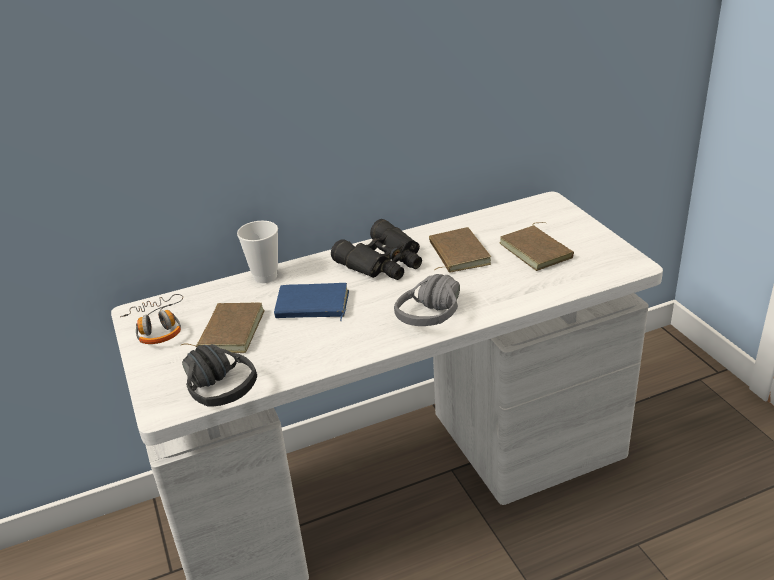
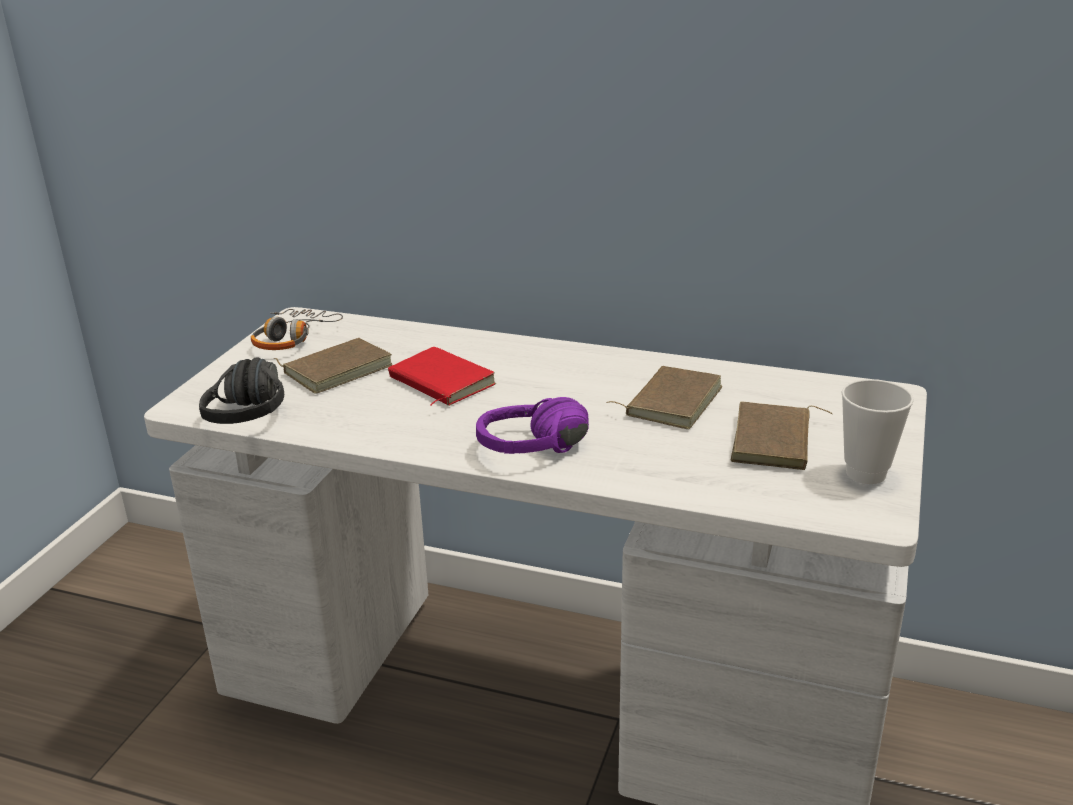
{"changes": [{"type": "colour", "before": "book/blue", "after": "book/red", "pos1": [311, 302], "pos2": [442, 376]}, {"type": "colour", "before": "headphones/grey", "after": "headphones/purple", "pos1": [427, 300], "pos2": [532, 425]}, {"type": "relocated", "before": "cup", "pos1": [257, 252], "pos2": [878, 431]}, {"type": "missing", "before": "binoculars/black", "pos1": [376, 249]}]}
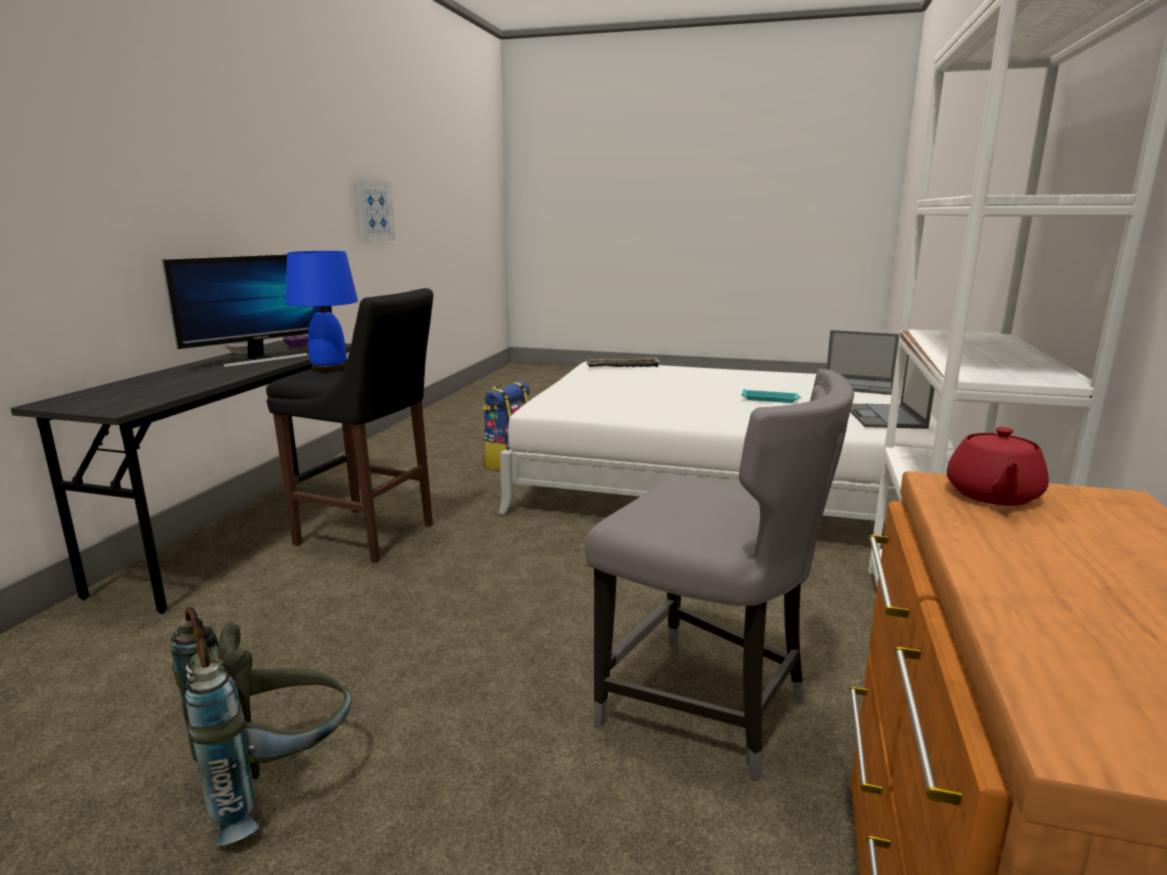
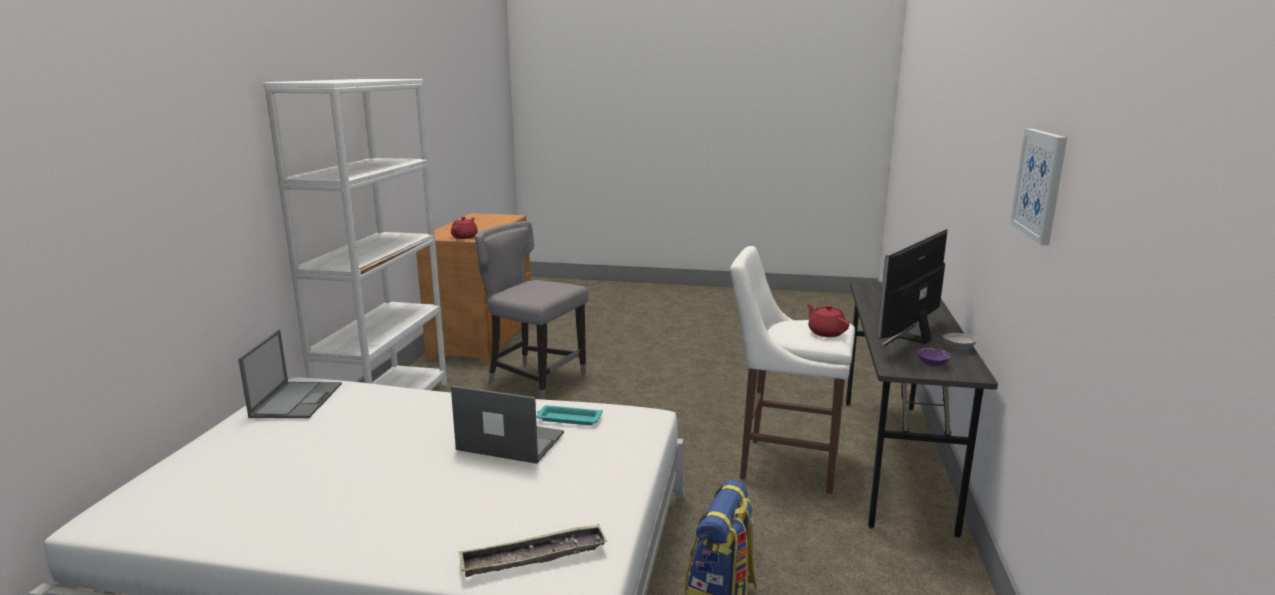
{"changes": [{"type": "relocated", "before": "laptop", "pos1": [862, 362], "pos2": [507, 425]}, {"type": "relocated", "before": "tray/turquoise", "pos1": [771, 396], "pos2": [569, 415]}, {"type": "colour", "before": "stool/black", "after": "stool/white", "pos1": [349, 425], "pos2": [792, 370]}, {"type": "exchanged", "before": "table lamp/blue", "after": "teapot/red", "pos1": [321, 311], "pos2": [828, 320]}, {"type": "relocated", "before": "picture", "pos1": [375, 211], "pos2": [1038, 187]}, {"type": "missing", "before": "backpack/grey", "pos1": [261, 726]}]}
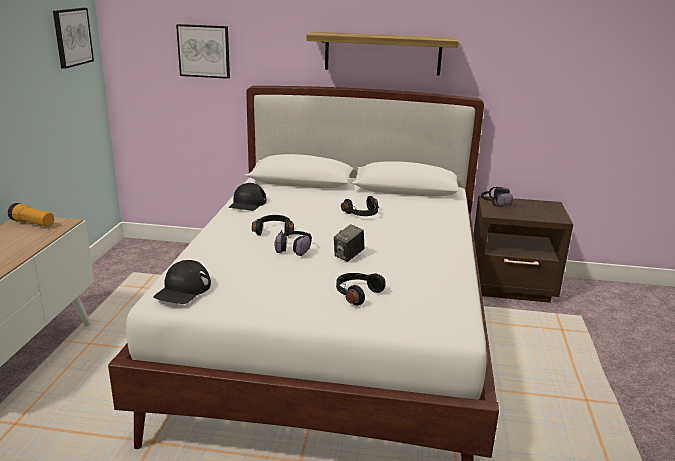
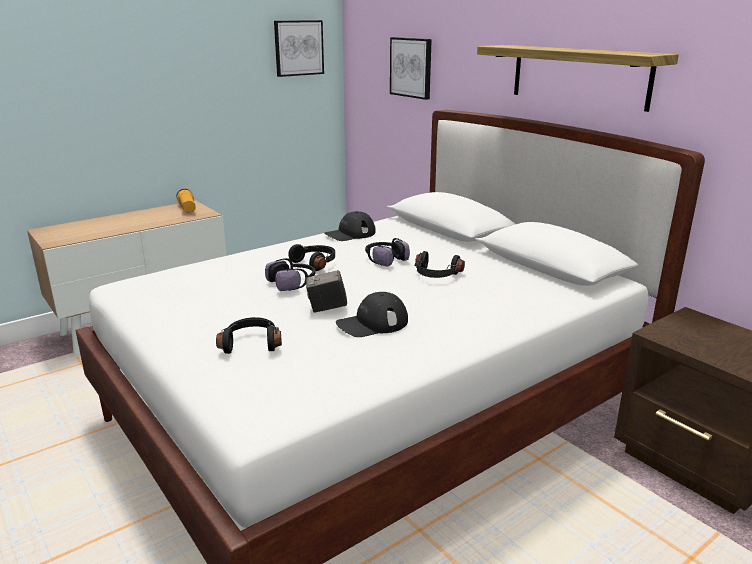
{"changes": [{"type": "relocated", "before": "cap/black", "pos1": [182, 282], "pos2": [372, 314]}, {"type": "relocated", "before": "headphones", "pos1": [497, 197], "pos2": [387, 252]}]}
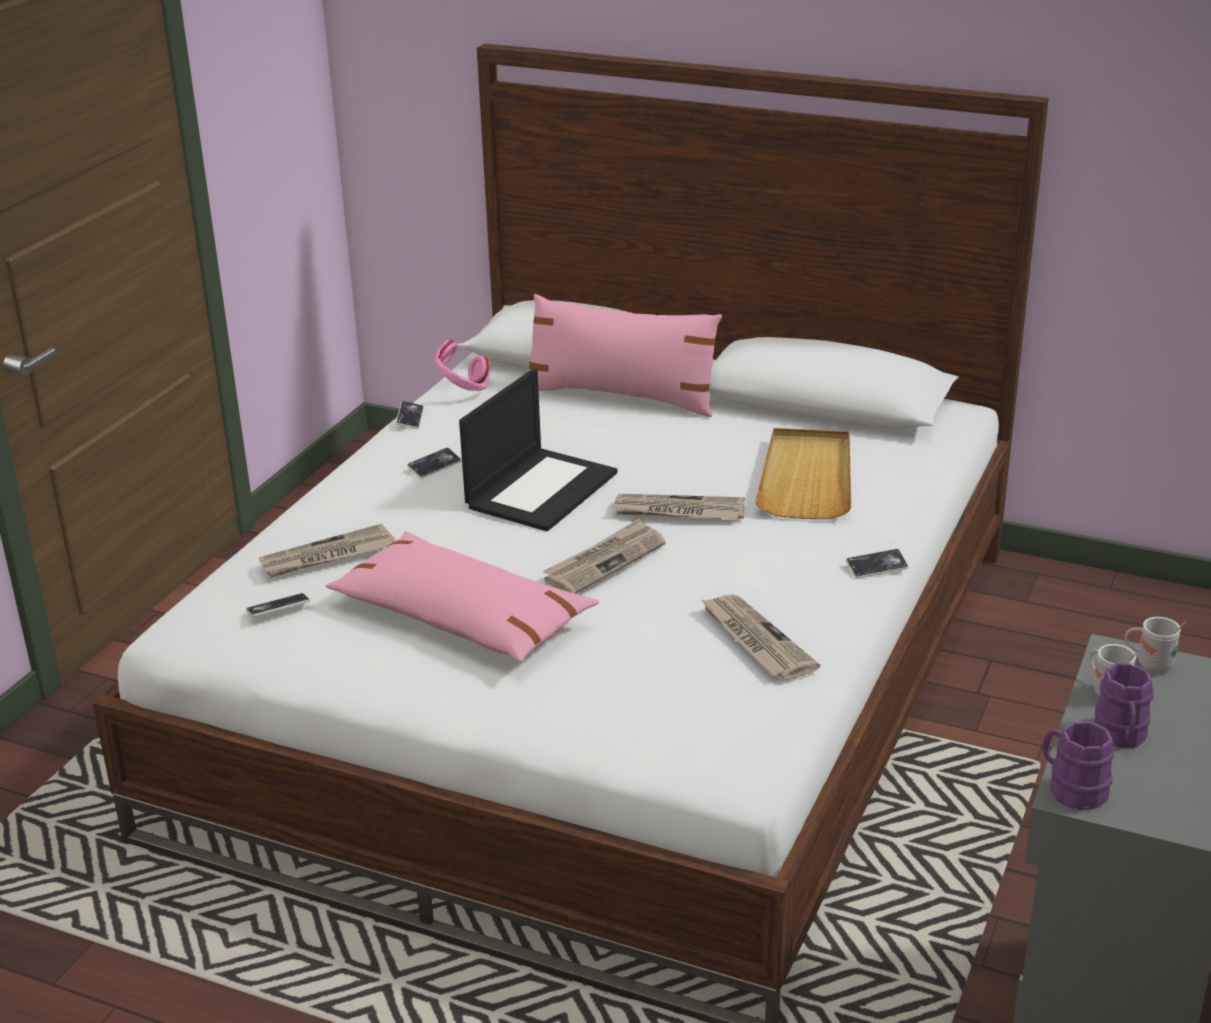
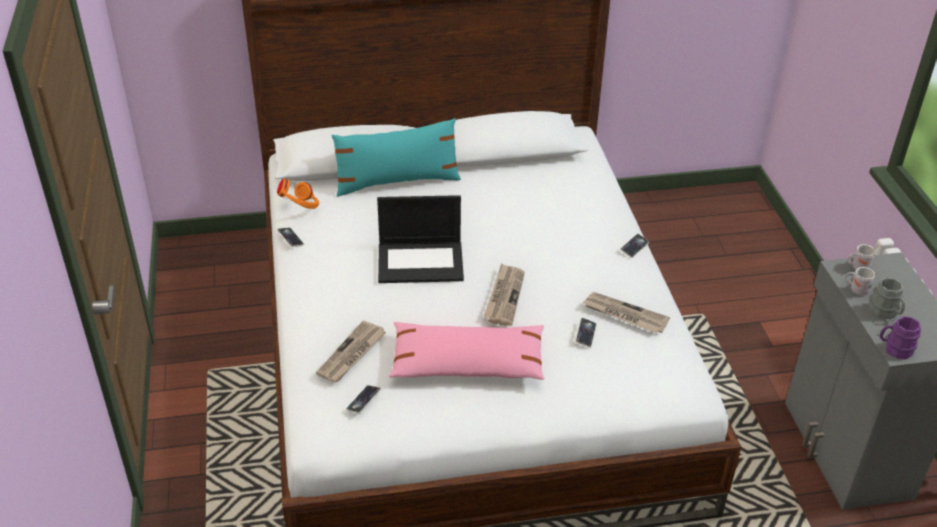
{"changes": [{"type": "colour", "before": "headphones/pink", "after": "headphones/orange", "pos1": [462, 365], "pos2": [298, 193]}, {"type": "colour", "before": "pillow/pink", "after": "pillow/turquoise", "pos1": [625, 355], "pos2": [396, 157]}, {"type": "spun", "before": "laptop", "pos1": [538, 450], "pos2": [420, 239], "turn": 90}, {"type": "relocated", "before": "phone", "pos1": [434, 463], "pos2": [586, 333]}, {"type": "colour", "before": "mug/purple", "after": "mug/grey", "pos1": [1124, 705], "pos2": [887, 298]}, {"type": "missing", "before": "newspaper", "pos1": [679, 506]}, {"type": "missing", "before": "tray/beige", "pos1": [803, 473]}]}
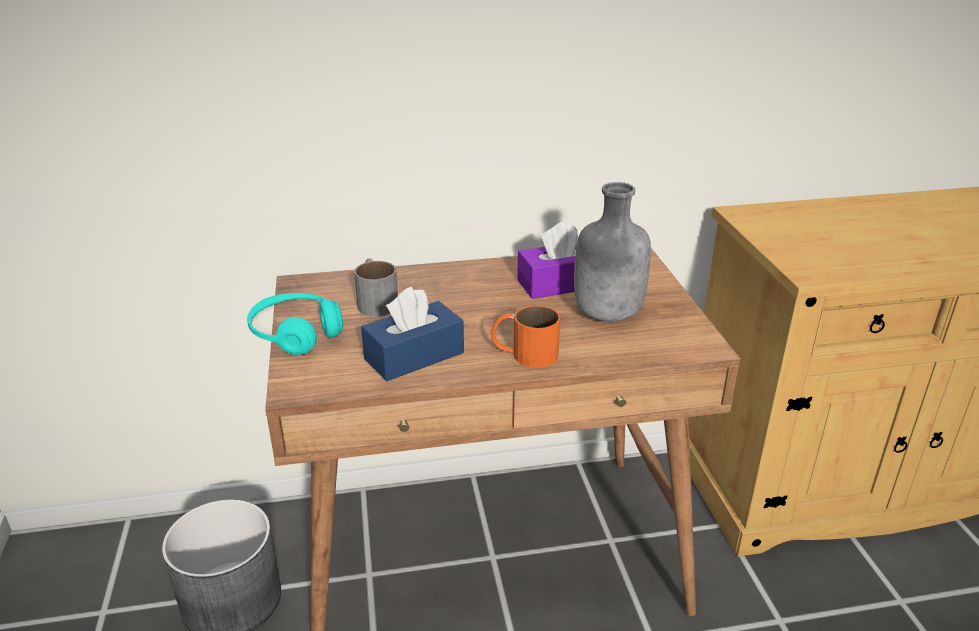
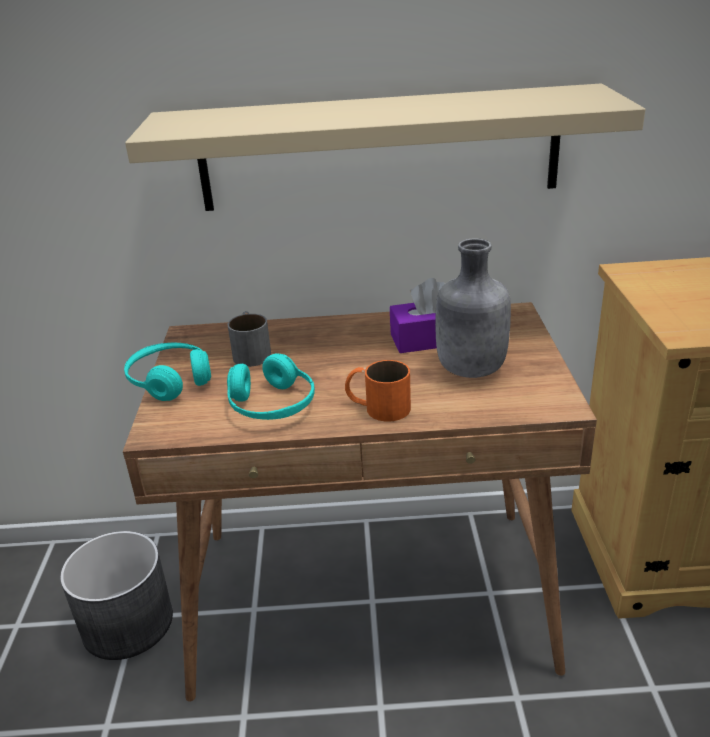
{"changes": [{"type": "appeared", "after": "shelf/beige", "pos2": [385, 147]}, {"type": "exchanged", "before": "tissue box/blue", "after": "headphones/turquoise", "pos1": [412, 334], "pos2": [271, 386]}]}
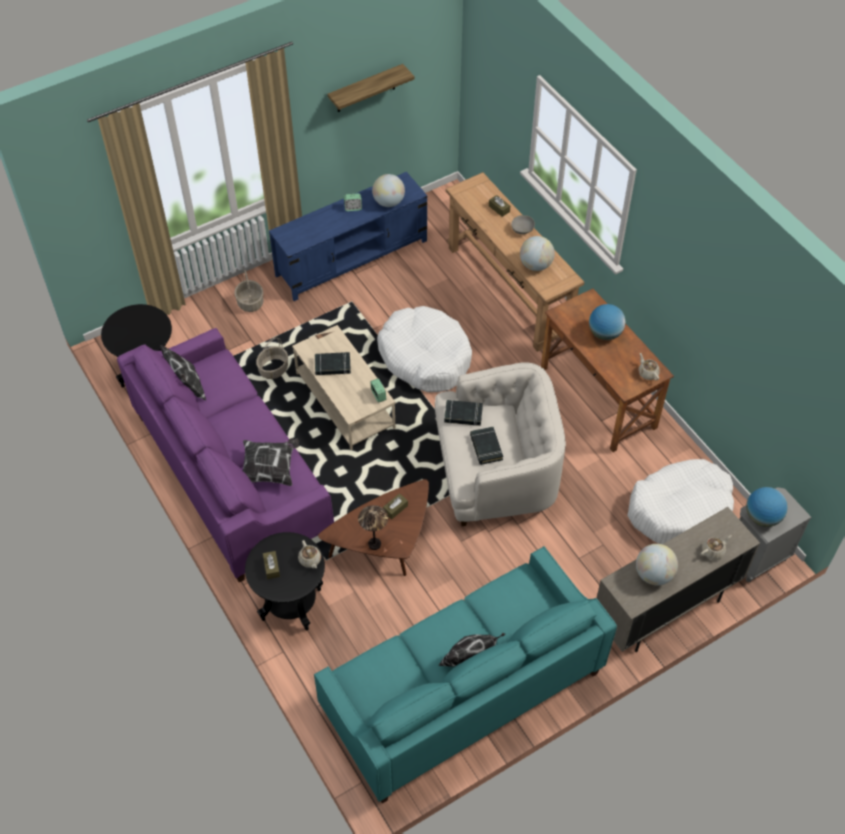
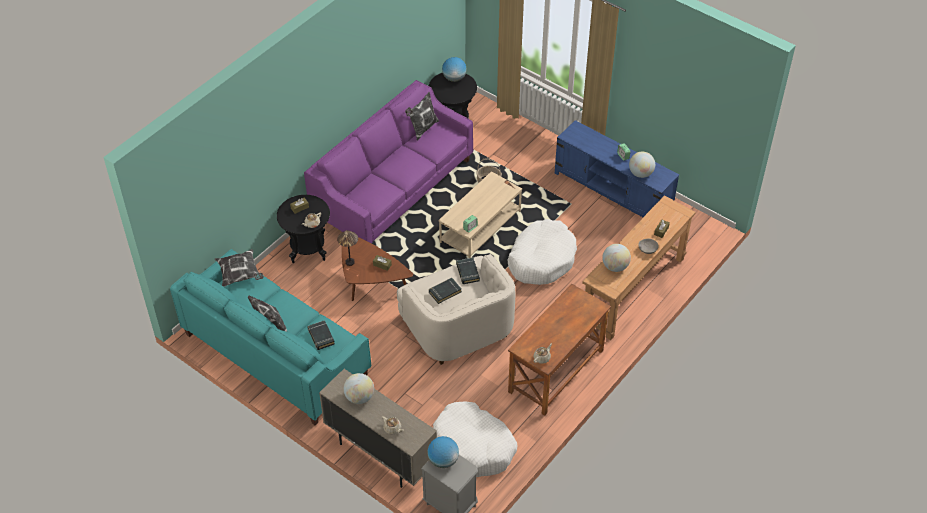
{"changes": [{"type": "relocated", "before": "pillow", "pos1": [271, 462], "pos2": [239, 268]}, {"type": "relocated", "before": "book/black", "pos1": [333, 363], "pos2": [321, 335]}, {"type": "relocated", "before": "globe", "pos1": [607, 322], "pos2": [454, 69]}, {"type": "missing", "before": "basket", "pos1": [249, 291]}, {"type": "missing", "before": "shelf", "pos1": [371, 88]}]}
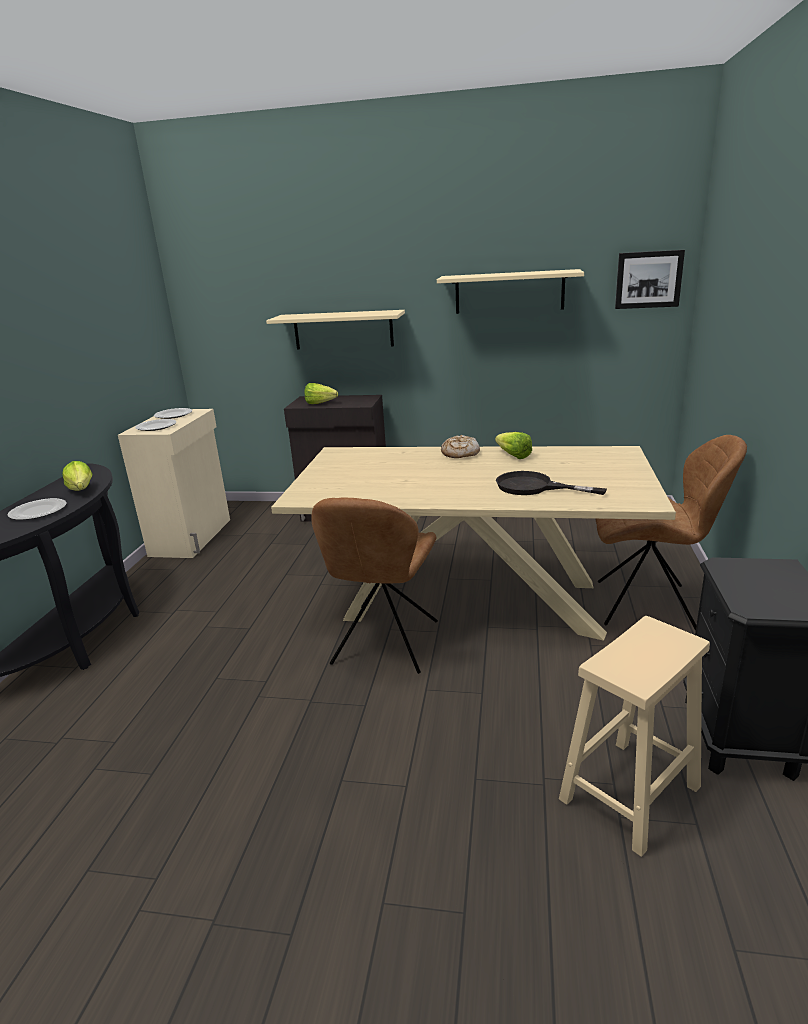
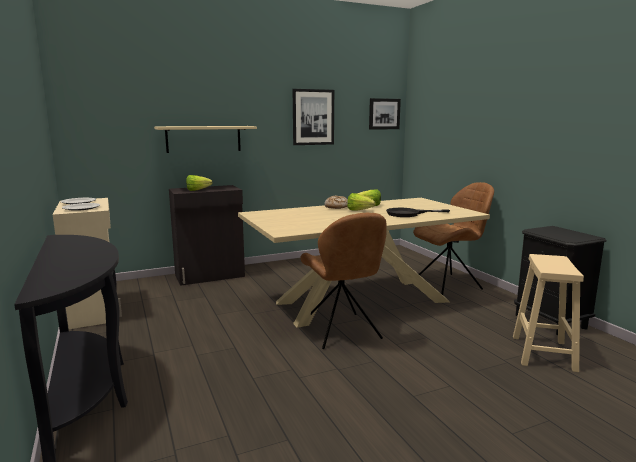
{"changes": [{"type": "exchanged", "before": "shelf/beige", "after": "picture", "pos1": [510, 291], "pos2": [313, 117]}, {"type": "relocated", "before": "lettuce", "pos1": [77, 476], "pos2": [361, 202]}, {"type": "missing", "before": "plate", "pos1": [37, 509]}]}
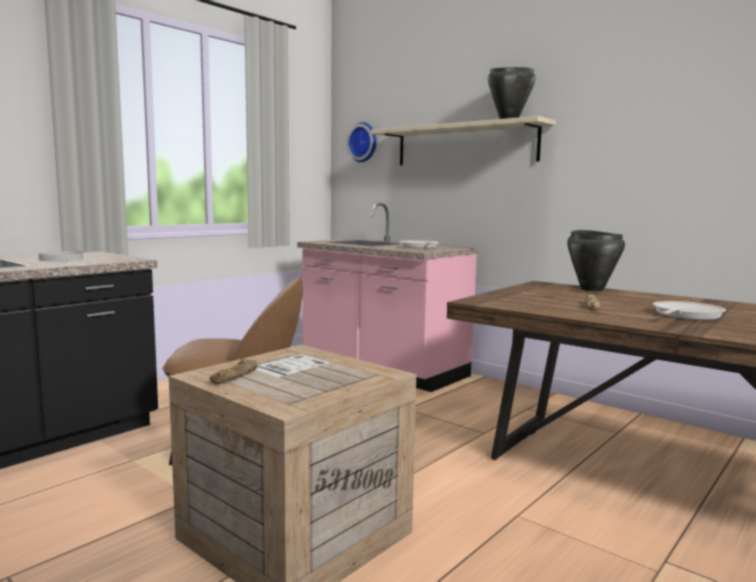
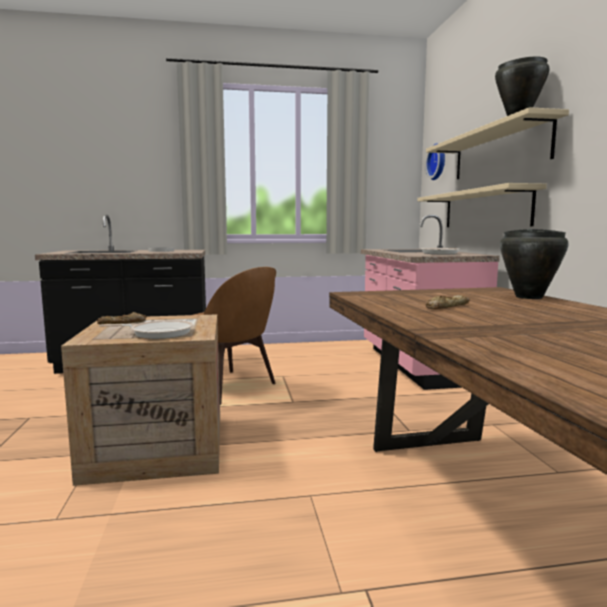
{"changes": [{"type": "relocated", "before": "frying pan", "pos1": [689, 310], "pos2": [146, 329]}, {"type": "appeared", "after": "shelf/beige", "pos2": [482, 205]}]}
